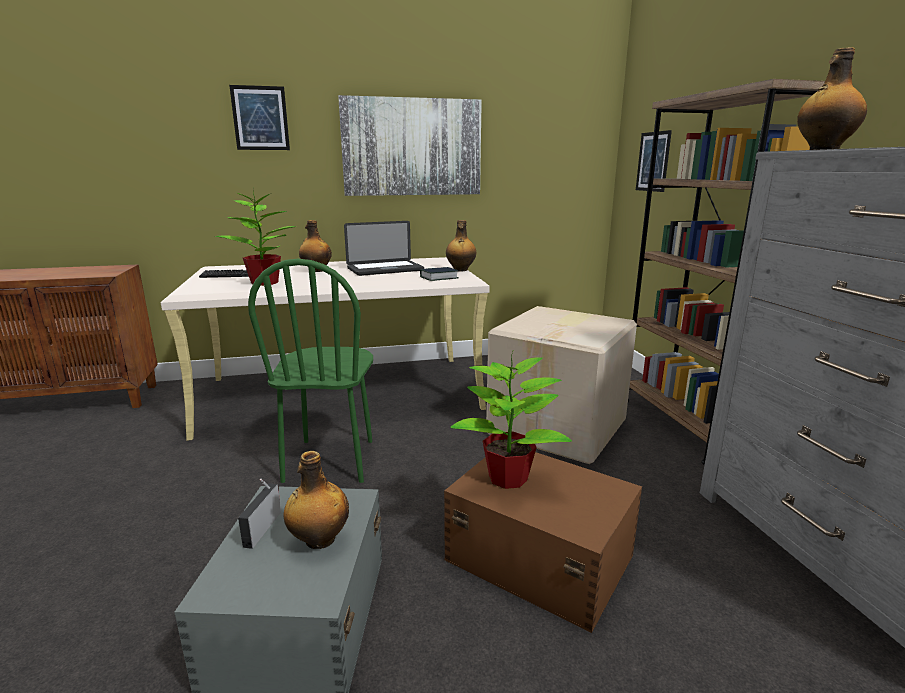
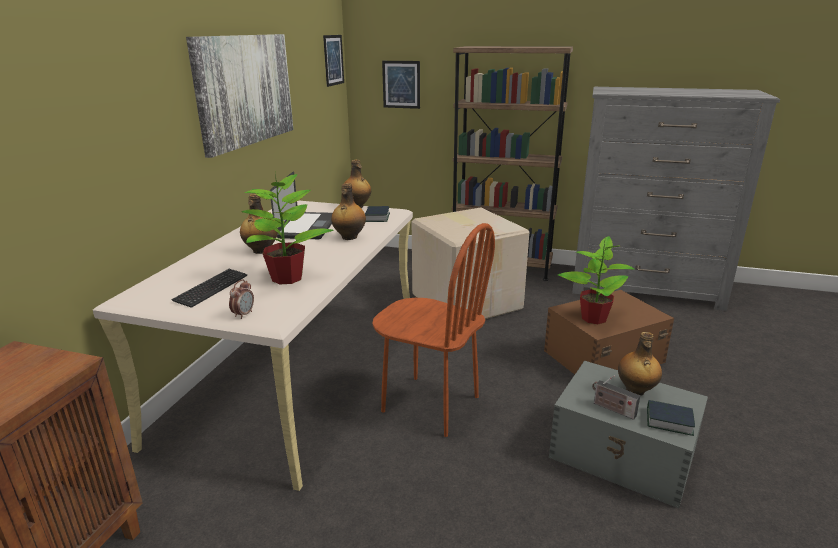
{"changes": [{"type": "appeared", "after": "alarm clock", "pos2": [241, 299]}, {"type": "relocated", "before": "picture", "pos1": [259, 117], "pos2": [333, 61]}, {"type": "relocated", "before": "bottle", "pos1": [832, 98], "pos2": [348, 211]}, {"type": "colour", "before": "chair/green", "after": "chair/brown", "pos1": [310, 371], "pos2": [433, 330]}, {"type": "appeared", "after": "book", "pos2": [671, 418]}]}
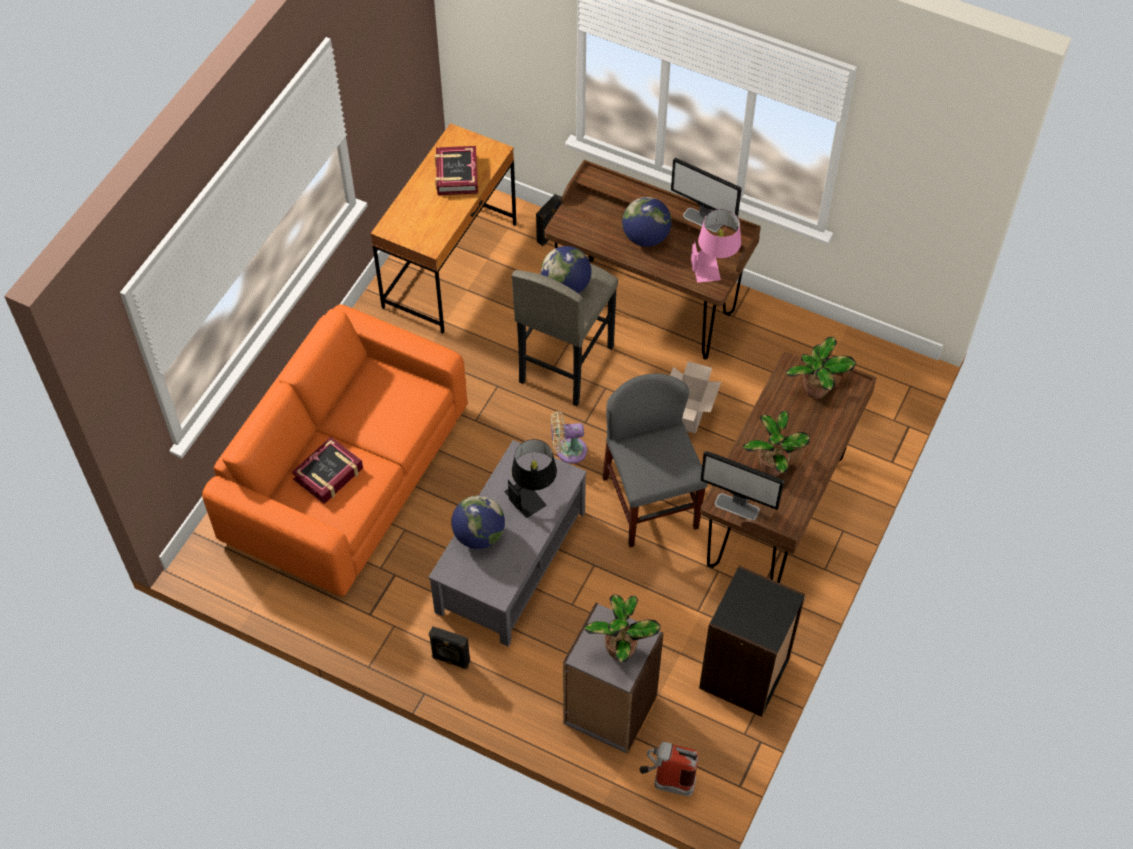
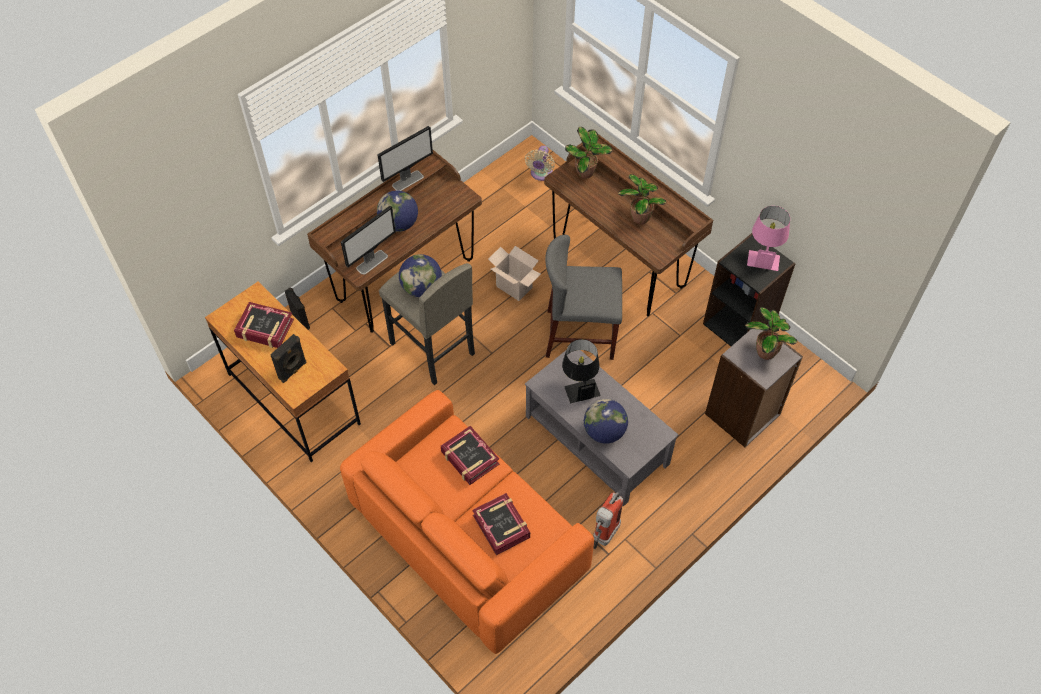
{"changes": [{"type": "relocated", "before": "speaker/black", "pos1": [449, 647], "pos2": [288, 358]}, {"type": "relocated", "before": "monitor", "pos1": [742, 485], "pos2": [368, 240]}, {"type": "appeared", "after": "book", "pos2": [470, 455]}, {"type": "relocated", "before": "fan/beige", "pos1": [569, 437], "pos2": [540, 163]}, {"type": "relocated", "before": "fire extinguisher", "pos1": [669, 769], "pos2": [608, 520]}, {"type": "relocated", "before": "table lamp/pink", "pos1": [716, 246], "pos2": [768, 238]}]}
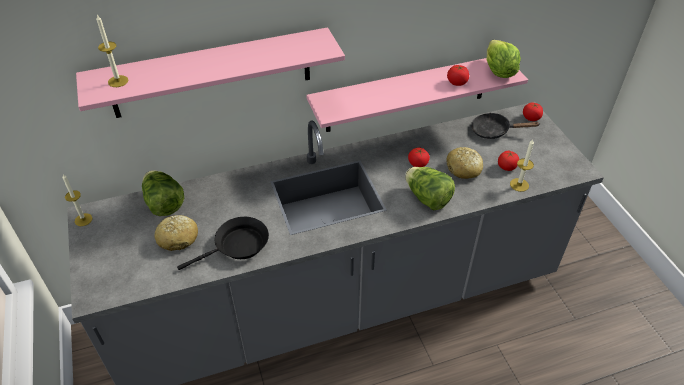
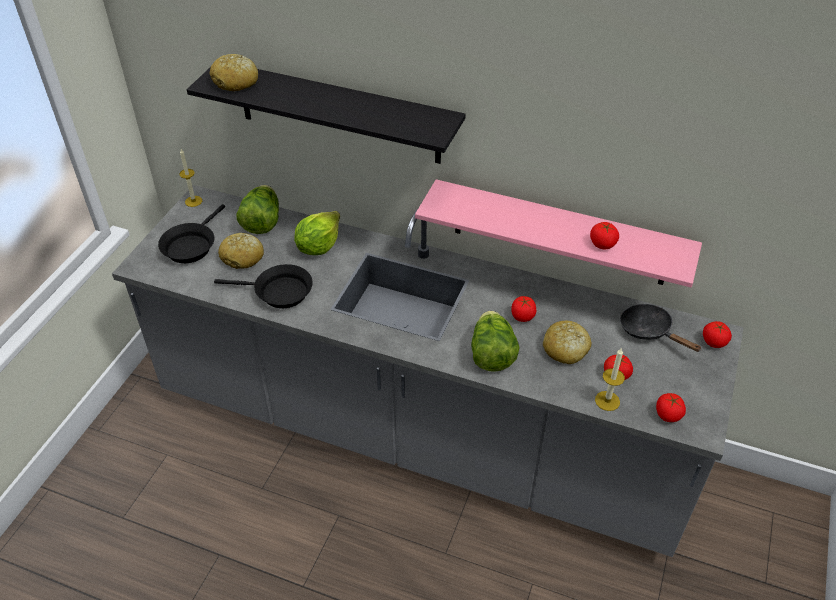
{"changes": [{"type": "appeared", "after": "frying pan/black", "pos2": [191, 233]}, {"type": "colour", "before": "shelf/pink", "after": "shelf/black", "pos1": [210, 72], "pos2": [326, 115]}, {"type": "exchanged", "before": "candle", "after": "bread", "pos1": [112, 51], "pos2": [234, 72]}, {"type": "relocated", "before": "lettuce", "pos1": [503, 59], "pos2": [317, 233]}, {"type": "appeared", "after": "tomato", "pos2": [671, 407]}]}
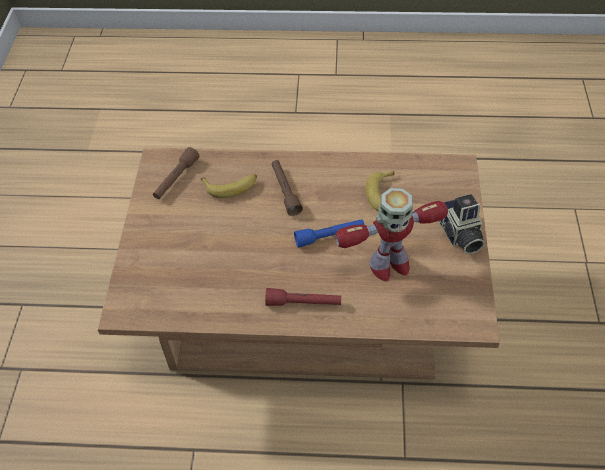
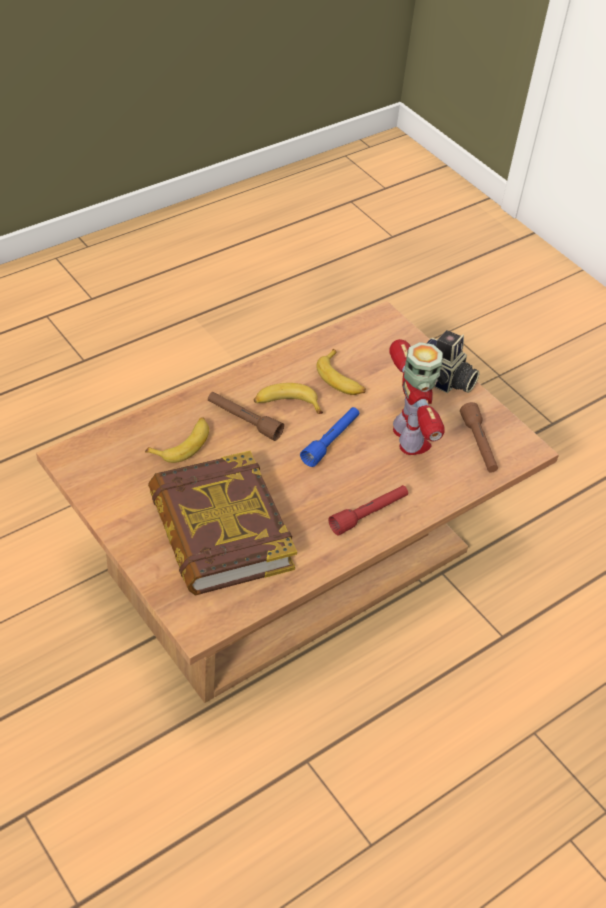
{"changes": [{"type": "appeared", "after": "book", "pos2": [222, 523]}, {"type": "appeared", "after": "banana", "pos2": [288, 398]}, {"type": "spun", "before": "toy robot", "pos1": [391, 234], "pos2": [417, 397], "turn": -45}, {"type": "relocated", "before": "flashlight/brown", "pos1": [176, 173], "pos2": [479, 437]}]}
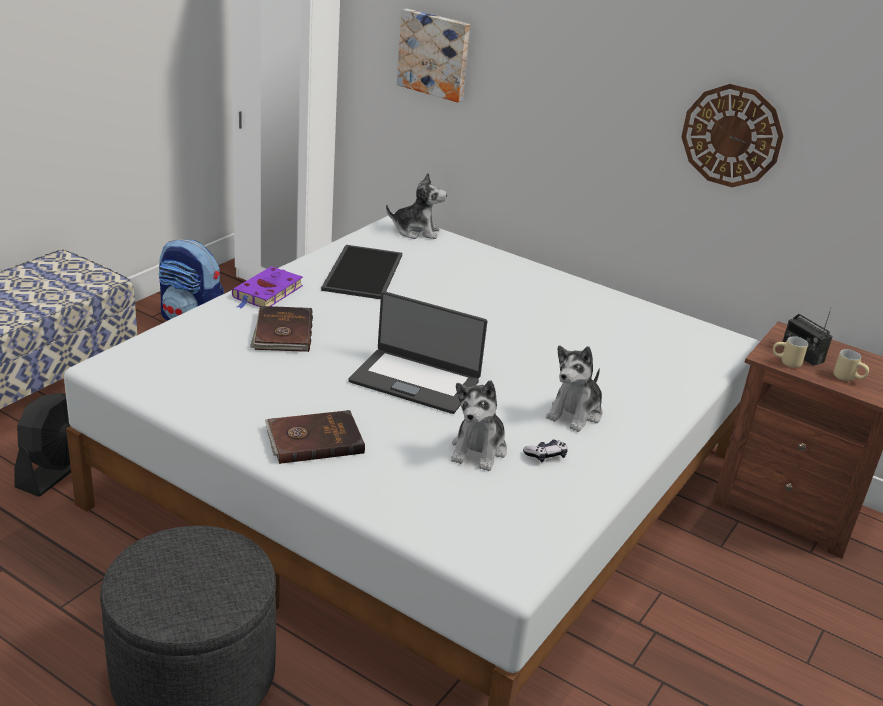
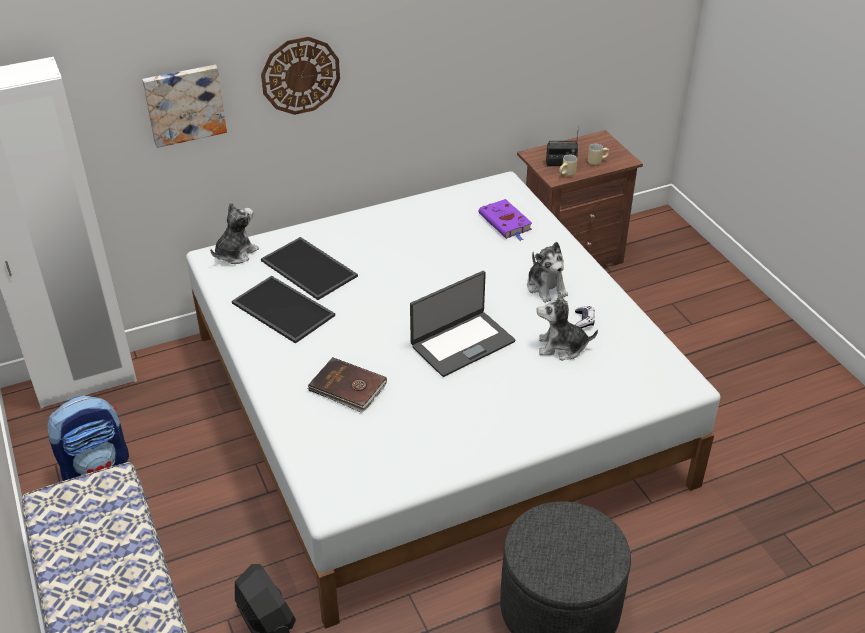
{"changes": [{"type": "relocated", "before": "wall clock", "pos1": [732, 135], "pos2": [300, 76]}, {"type": "appeared", "after": "tray", "pos2": [309, 268]}, {"type": "relocated", "before": "book/purple", "pos1": [267, 287], "pos2": [505, 220]}, {"type": "spun", "before": "plush toy", "pos1": [479, 425], "pos2": [567, 325], "turn": 135}, {"type": "missing", "before": "book/brown", "pos1": [315, 437]}]}
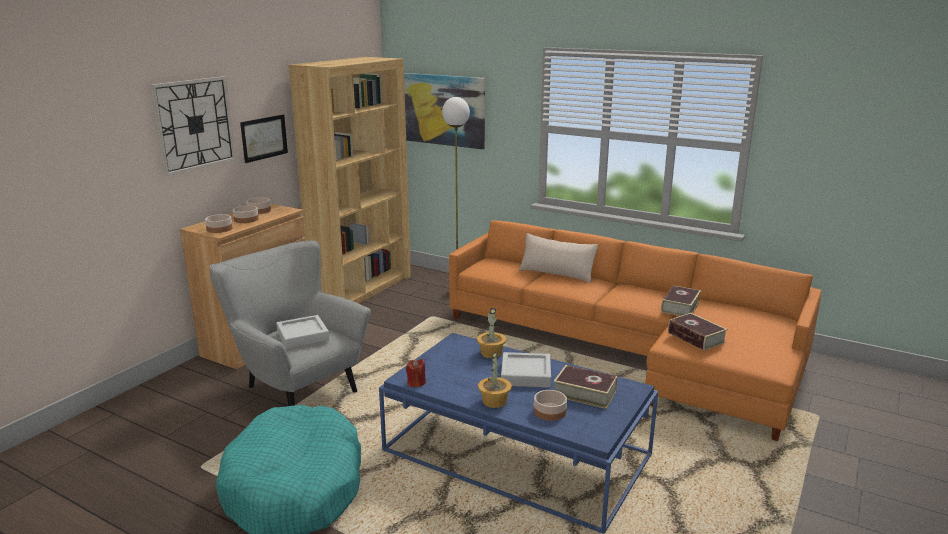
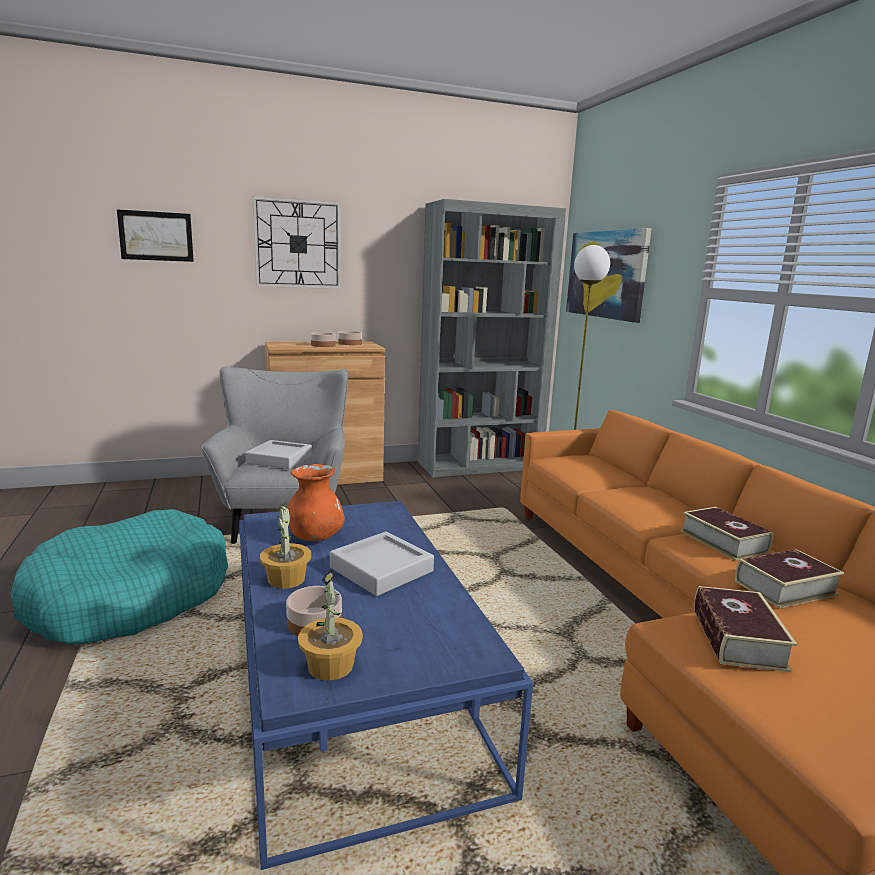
{"changes": [{"type": "relocated", "before": "picture", "pos1": [264, 138], "pos2": [155, 235]}, {"type": "appeared", "after": "vase/orange", "pos2": [316, 502]}, {"type": "relocated", "before": "potted plant", "pos1": [491, 333], "pos2": [330, 625]}, {"type": "colour", "before": "bookcase/brown", "after": "bookcase/grey", "pos1": [350, 180], "pos2": [491, 338]}, {"type": "relocated", "before": "book", "pos1": [586, 387], "pos2": [726, 533]}, {"type": "missing", "before": "bowl", "pos1": [218, 223]}, {"type": "missing", "before": "candle/red", "pos1": [416, 373]}, {"type": "missing", "before": "pillow/beige", "pos1": [558, 258]}]}
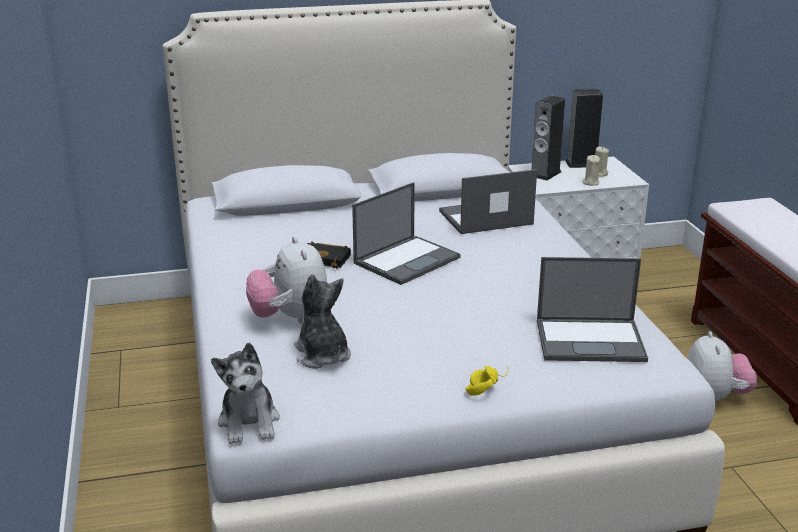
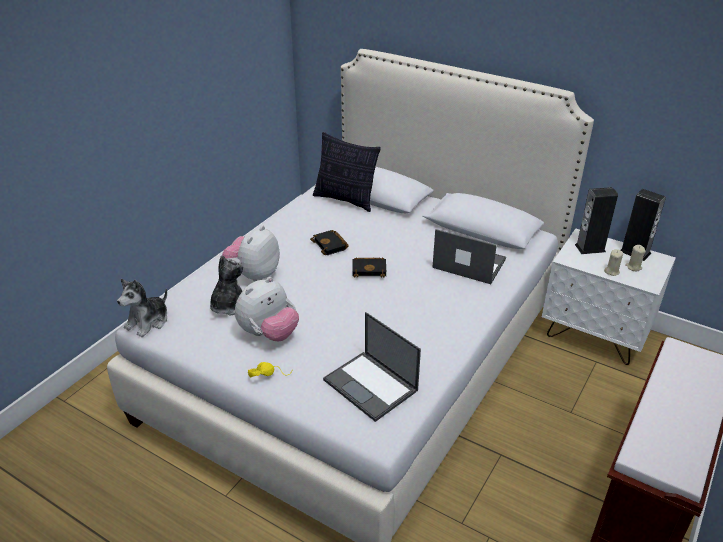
{"changes": [{"type": "relocated", "before": "plush toy", "pos1": [722, 366], "pos2": [267, 309]}, {"type": "appeared", "after": "pillow", "pos2": [347, 172]}, {"type": "exchanged", "before": "laptop", "after": "book/black", "pos1": [406, 233], "pos2": [369, 267]}]}
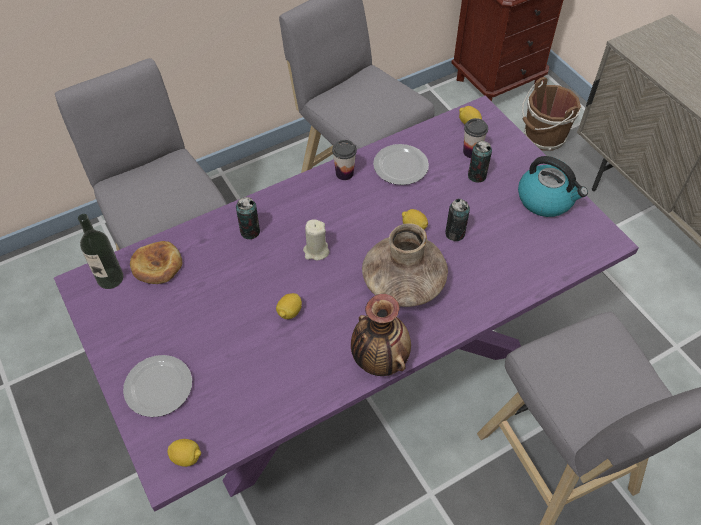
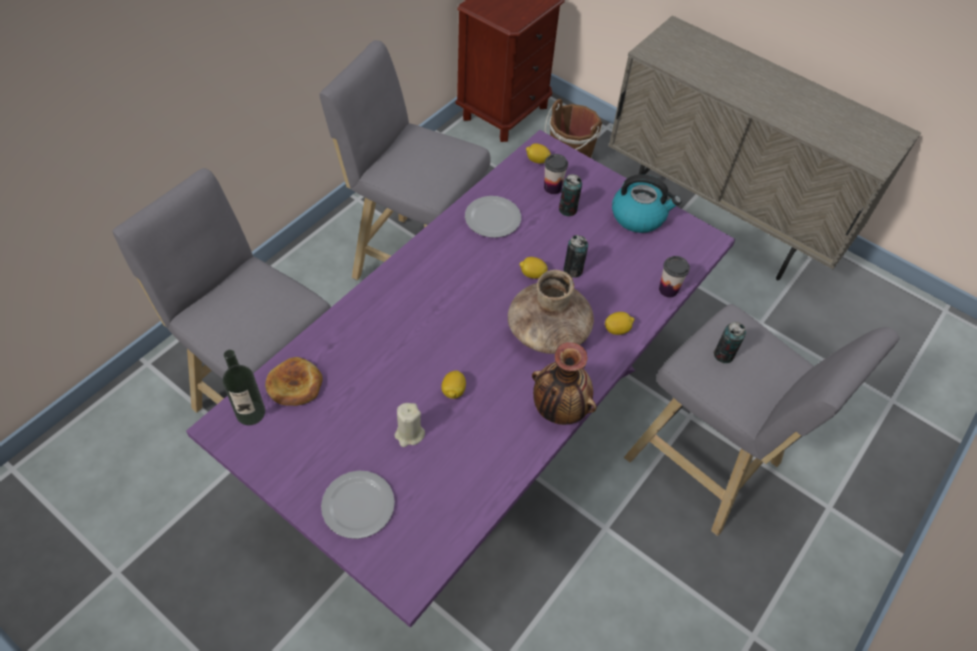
{"changes": [{"type": "relocated", "before": "candle/beige", "pos1": [316, 240], "pos2": [409, 425]}, {"type": "relocated", "before": "lemon", "pos1": [184, 453], "pos2": [620, 323]}, {"type": "relocated", "before": "cup", "pos1": [344, 160], "pos2": [674, 276]}, {"type": "relocated", "before": "can", "pos1": [248, 218], "pos2": [730, 342]}]}
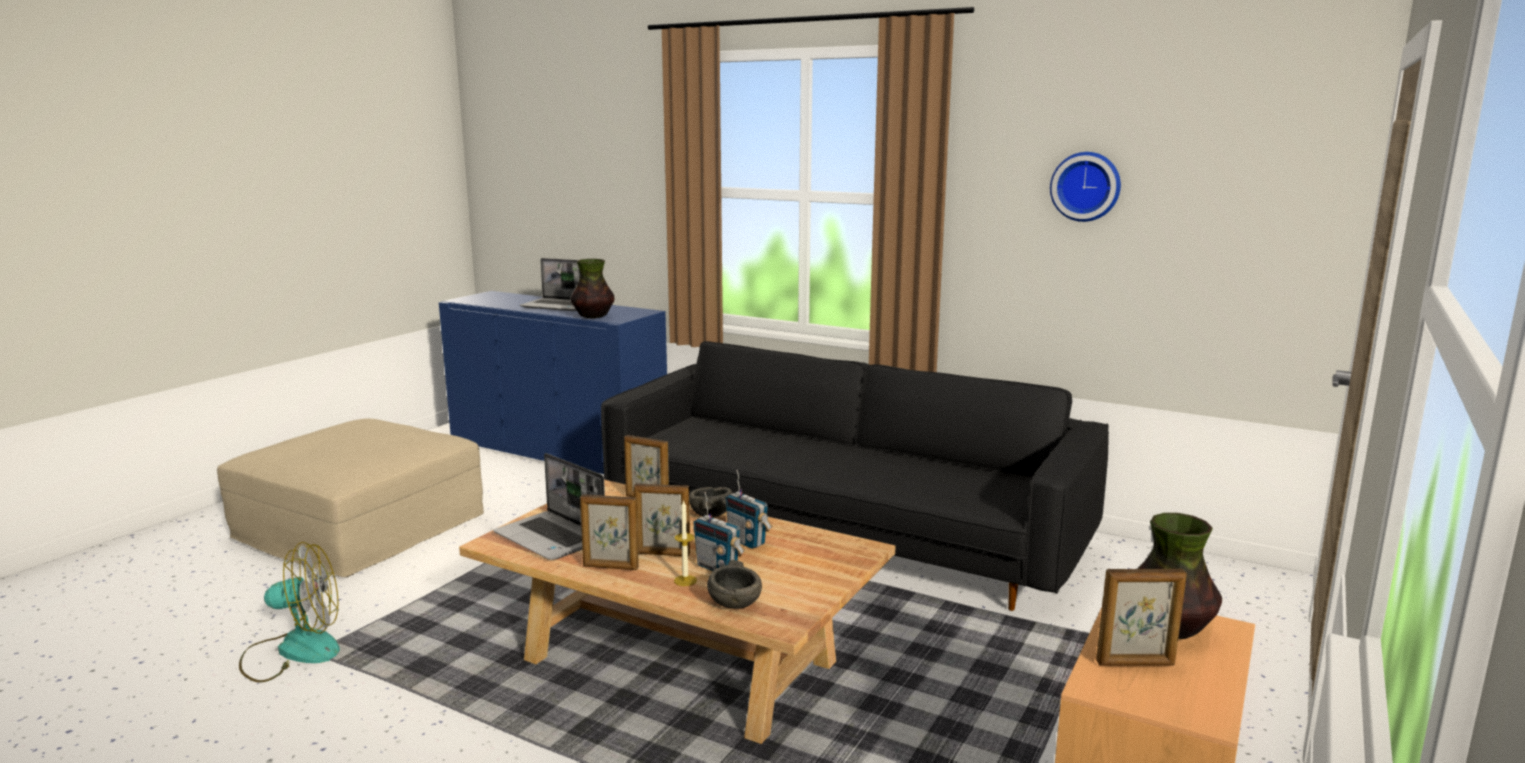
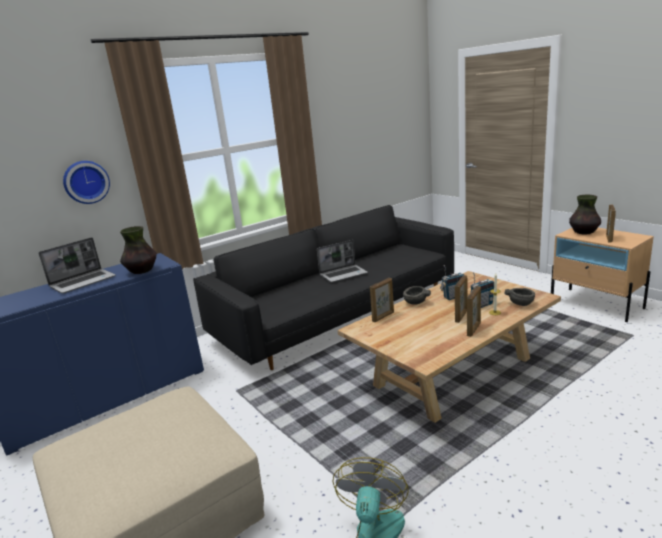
{"changes": [{"type": "relocated", "before": "wall clock", "pos1": [1085, 187], "pos2": [86, 182]}, {"type": "relocated", "before": "laptop", "pos1": [549, 506], "pos2": [342, 261]}]}
